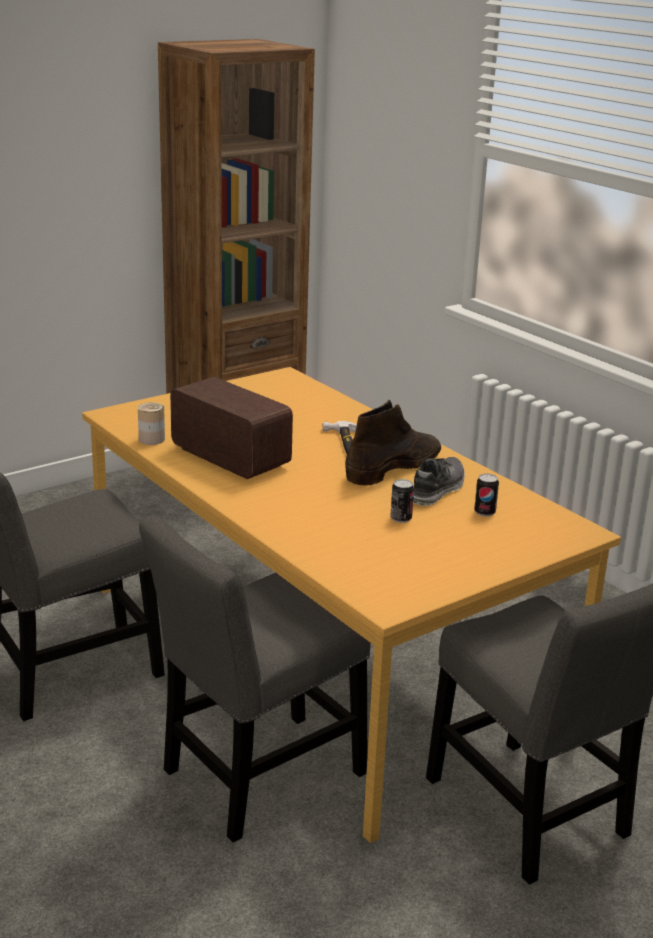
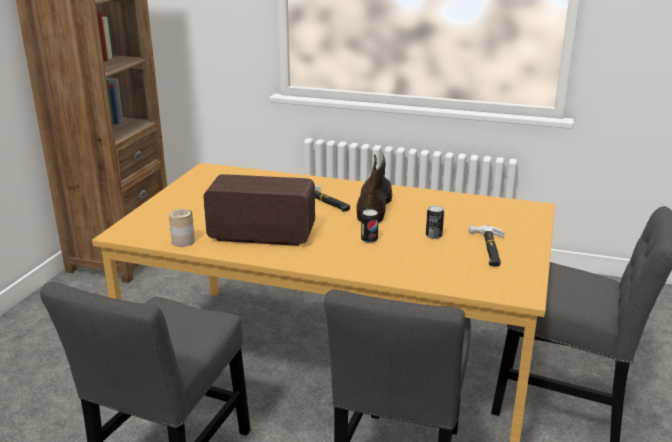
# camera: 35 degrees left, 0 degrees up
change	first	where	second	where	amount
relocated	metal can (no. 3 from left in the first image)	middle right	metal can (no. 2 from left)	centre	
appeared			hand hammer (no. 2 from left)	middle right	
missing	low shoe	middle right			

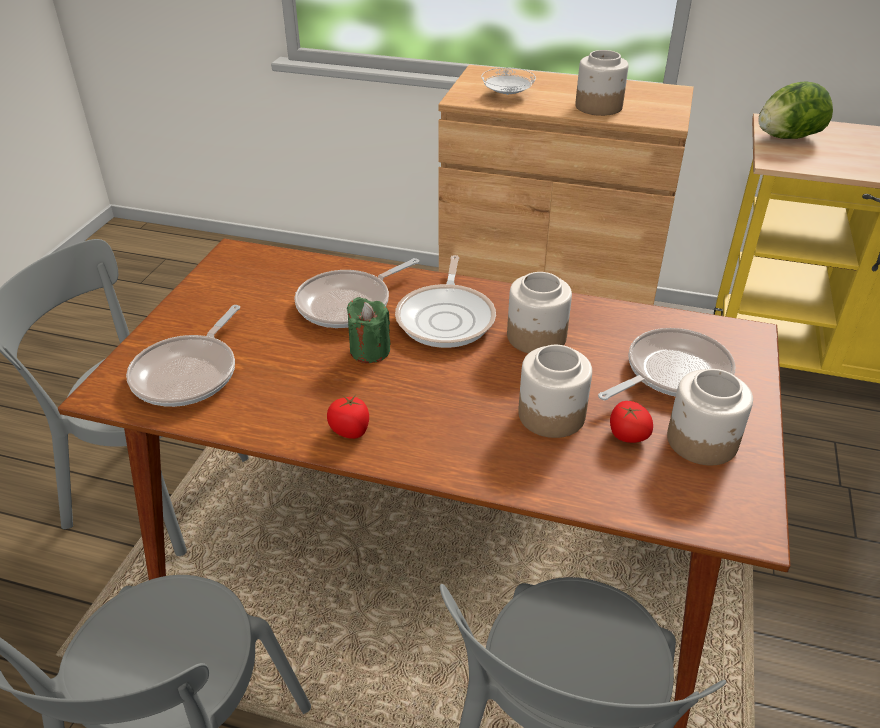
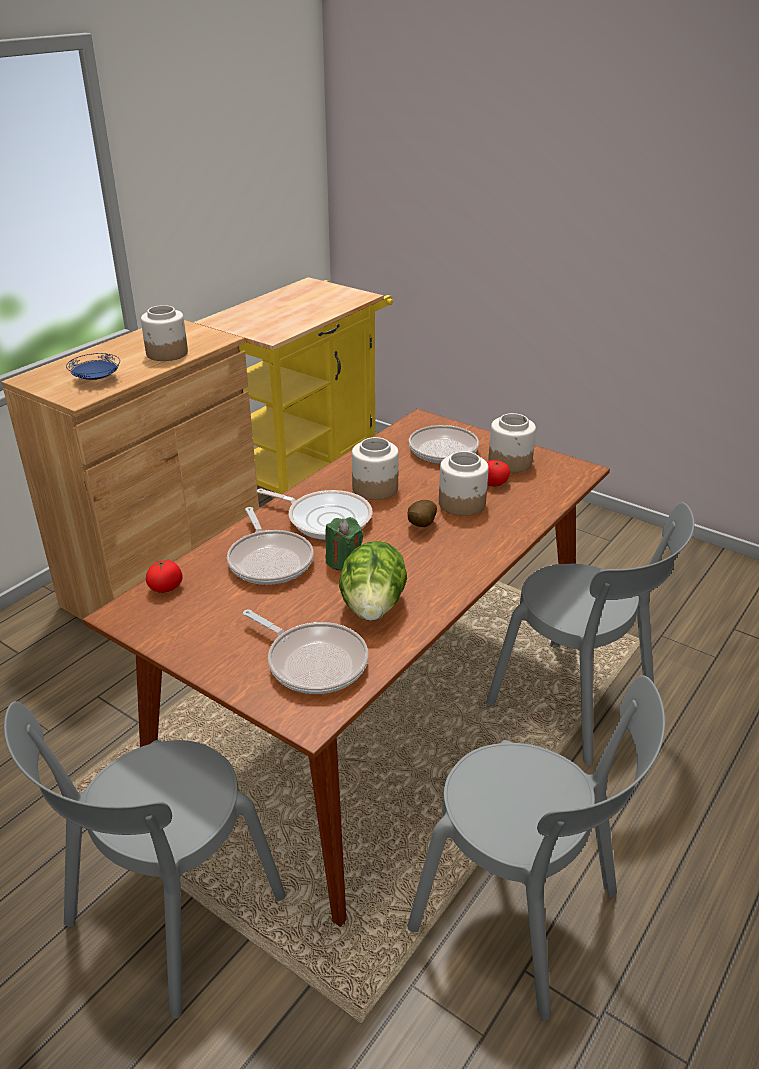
# camera: 70 degrees left, 5 degrees down
change	first	where	second	where	amount
colour	white dinner plate	top centre	bluish dinner plate	middle left	
relocated	fresh tomato (no. 1 from left)	centre		middle left	
relocated	lettuce	top right		centre	
appeared			whole potato	centre	

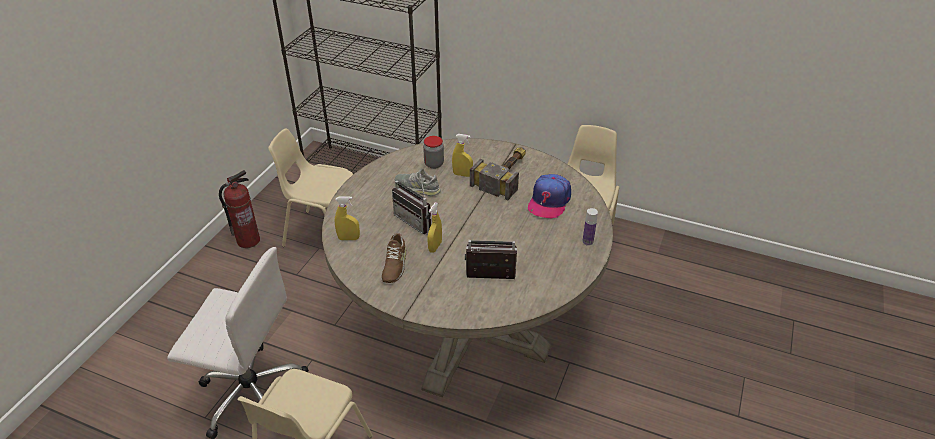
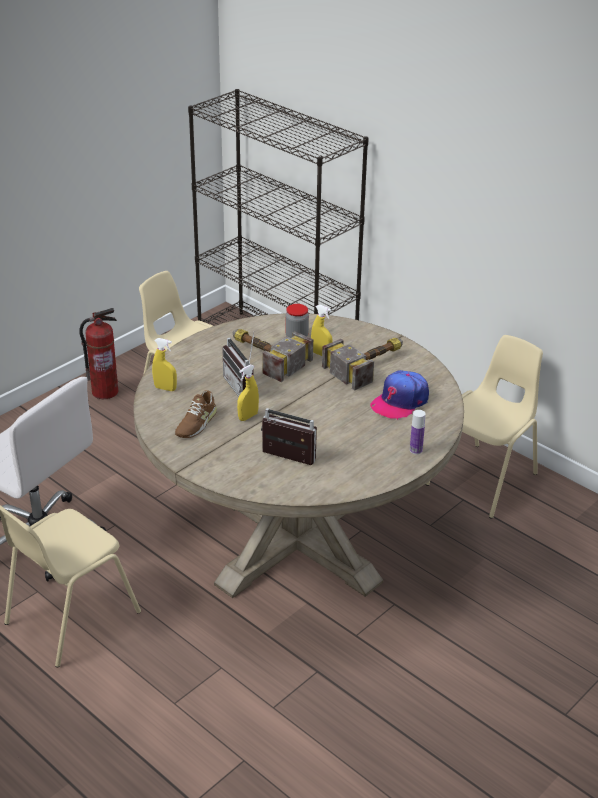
# camera: 20 degrees right, 5 degrees down
change	first	where	second	where	amount
exchanged	gray low shoe	centre	hand hammer (no. 1 from left)	centre	

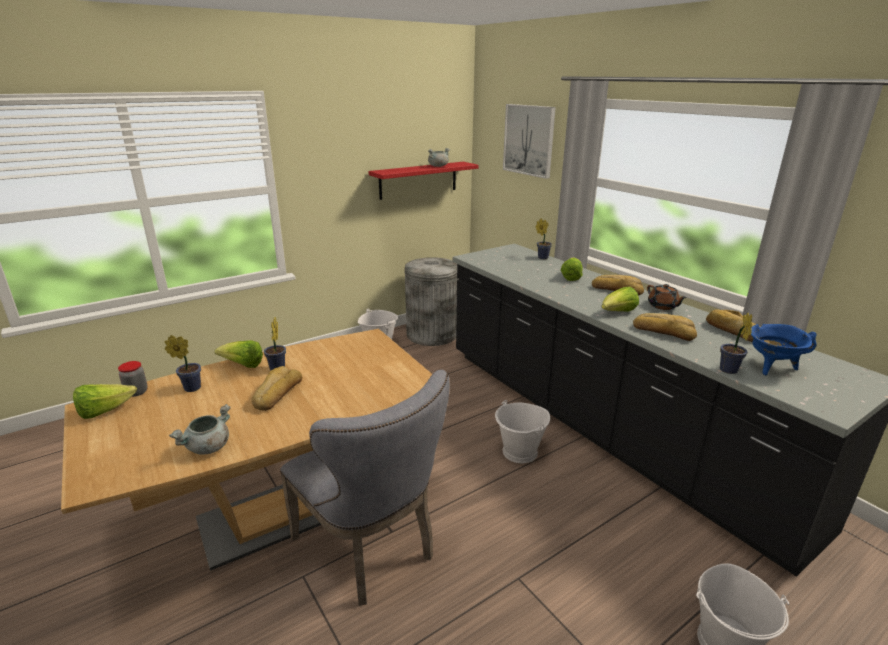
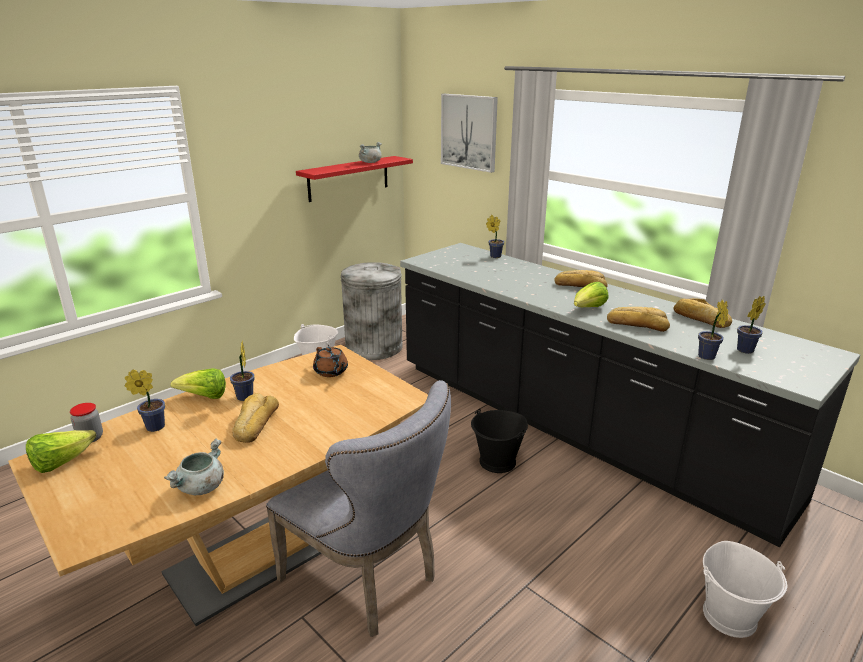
# camera: 10 degrees left, 0 degrees up
change	first	where	second	where	amount
relocated	brownish tea pot	middle right		centre	
colour	white pail (no. 2 from left)	bottom centre	black-coloured pail	centre	
exchanged	bluish cooking pot	middle right	plant in a pot (no. 5 from left)	middle right	
missing	lettuce (no. 3 from left)	centre			

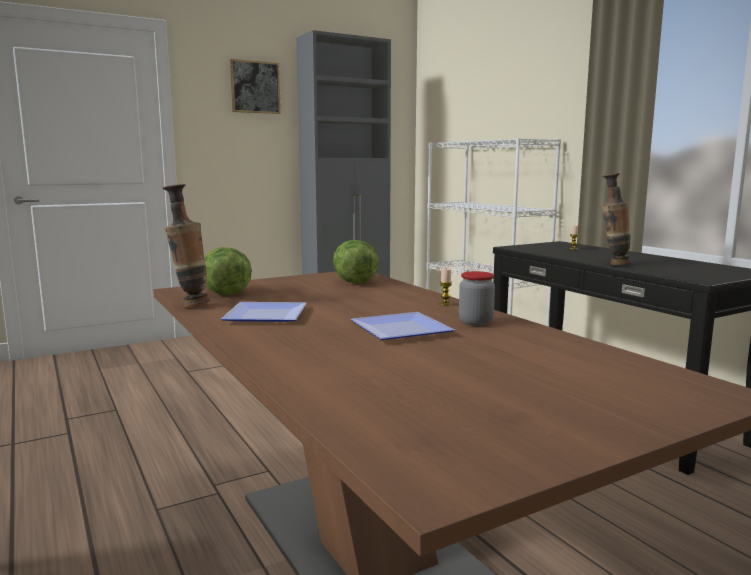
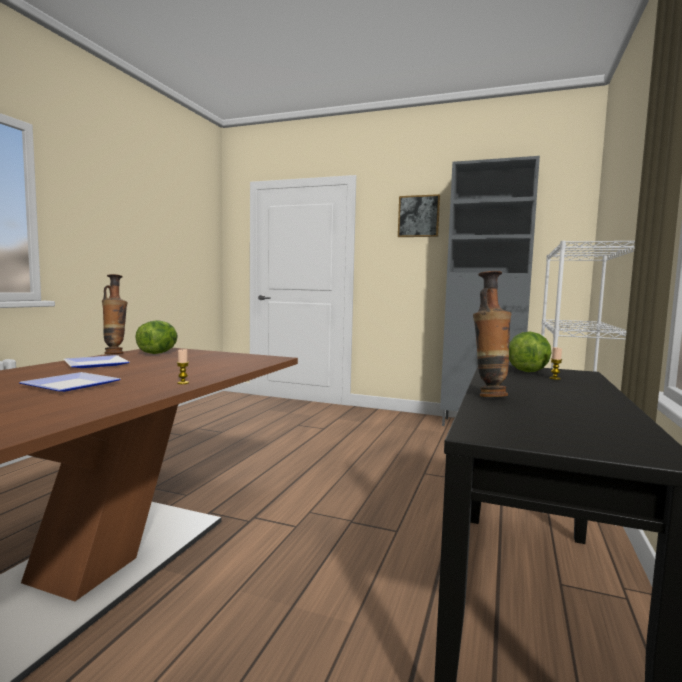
# camera: 50 degrees right, 5 degrees down
change	first	where	second	where	amount
relocated	lettuce (no. 2 from left)	centre		middle right	
missing	storage jar	centre			

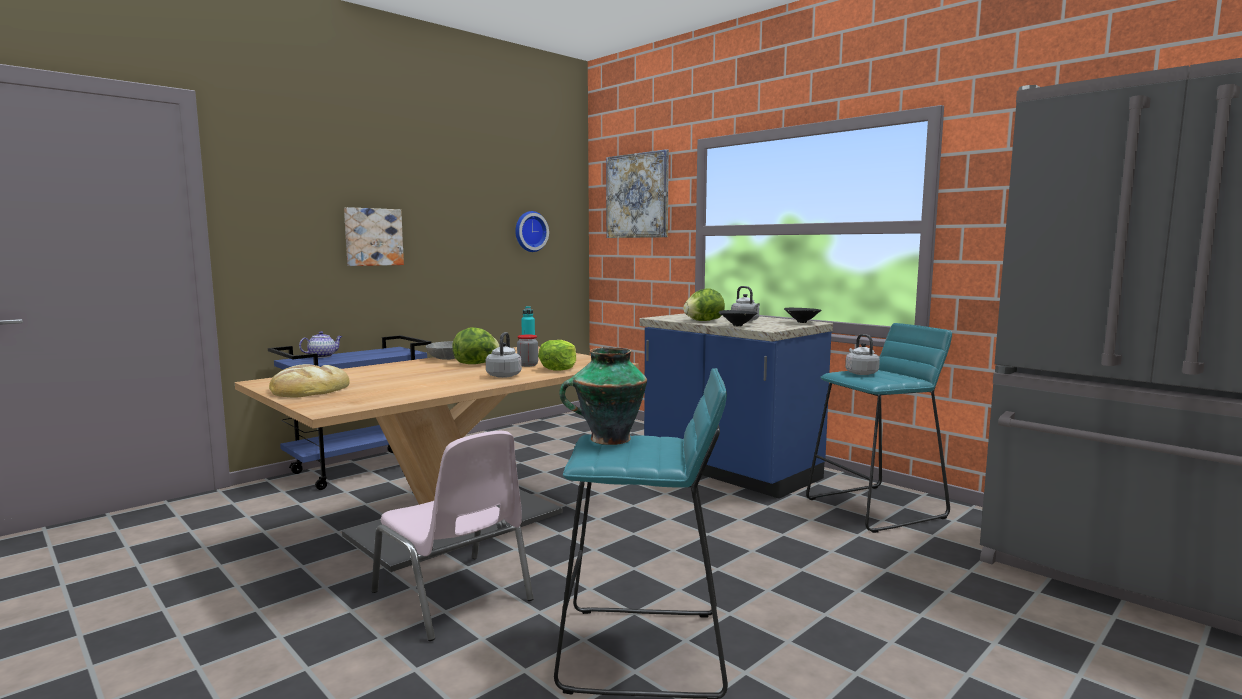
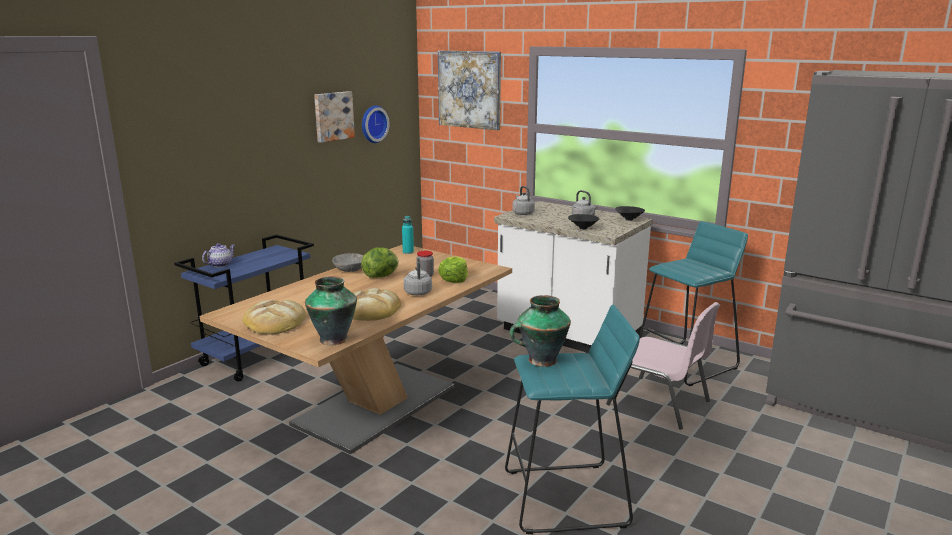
# camera: 10 degrees left, 10 degrees up
change	first	where	second	where	amount
appeared			decorative vase (no. 1 from left)	centre	
relocated	wall art (no. 1 from left)	middle left		top centre	
appeared			bakery bread (no. 2 from left)	centre	
colour	bluish counter	centre	white counter	centre	
relocated	gray water kettle (no. 3 from left in the first image)	middle right	gray water kettle (no. 2 from left)	centre	
relocated	pinkish upright chair	bottom centre		bottom right	
missing	lettuce (no. 3 from left)	centre			

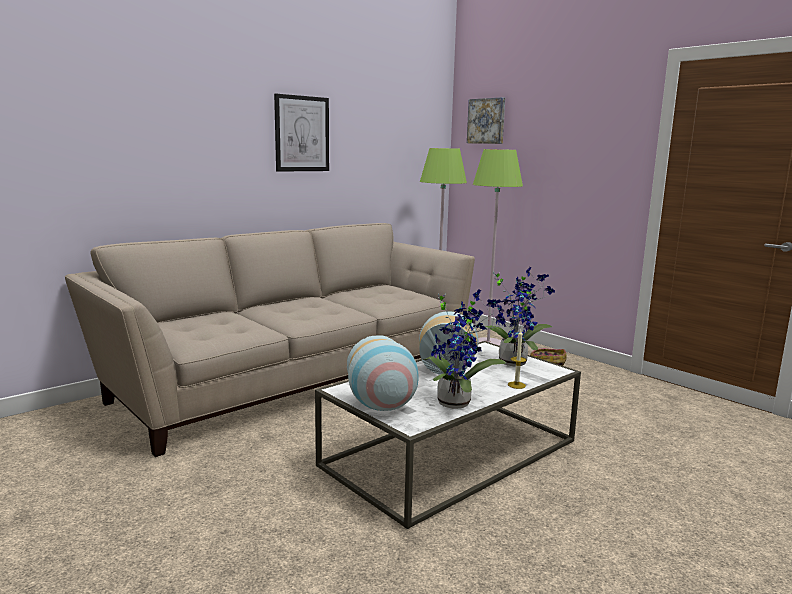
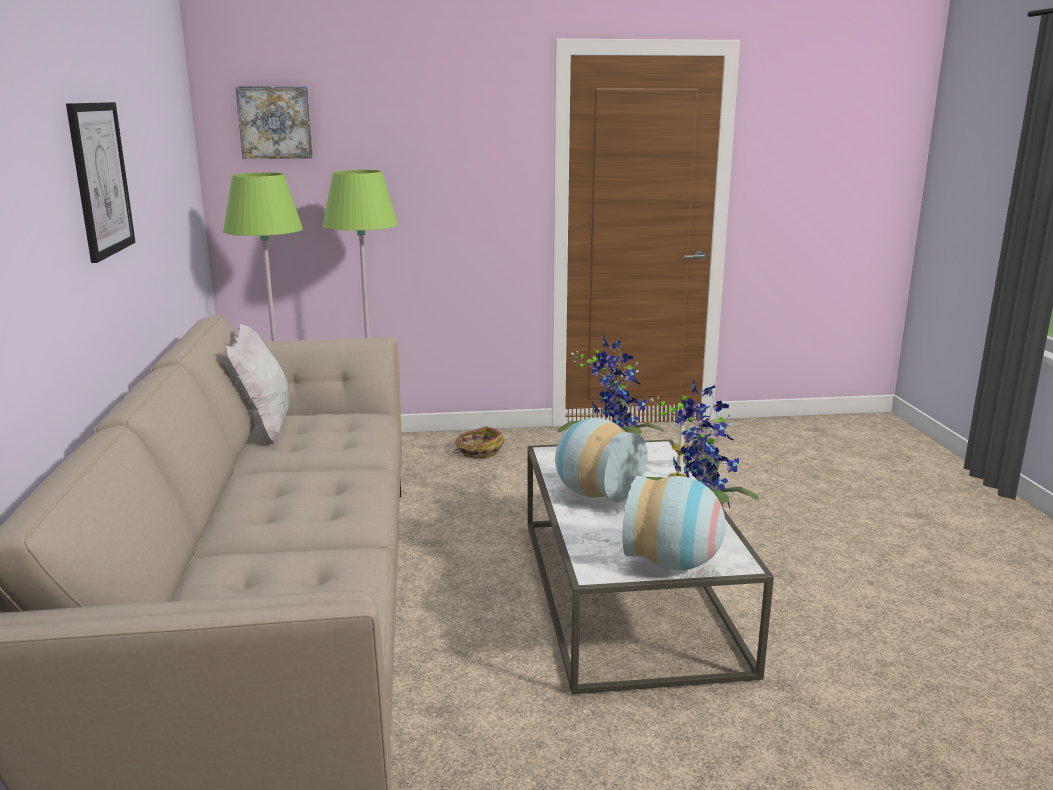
# camera: 55 degrees left, 5 degrees up
change	first	where	second	where	amount
appeared			white throw pillow	middle left	

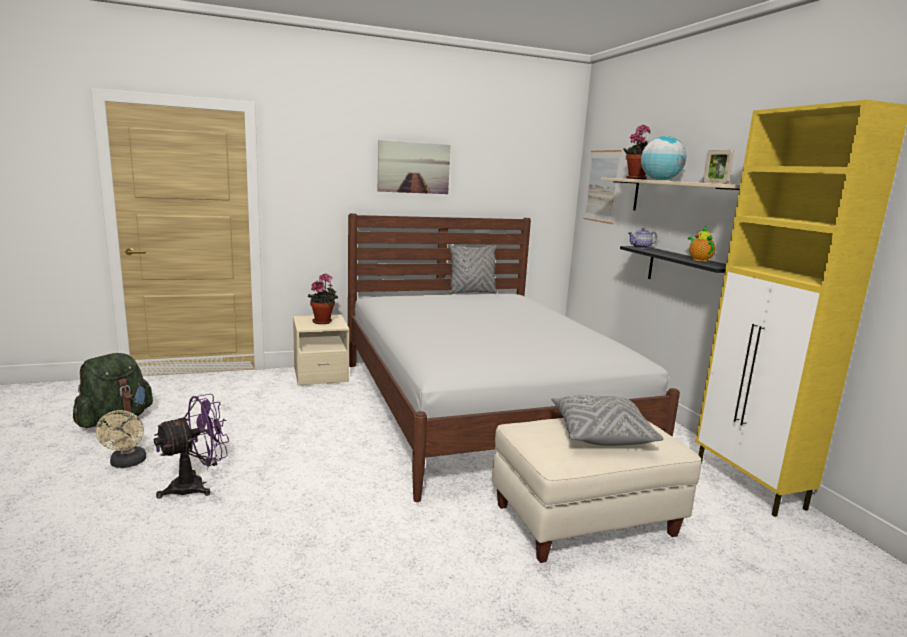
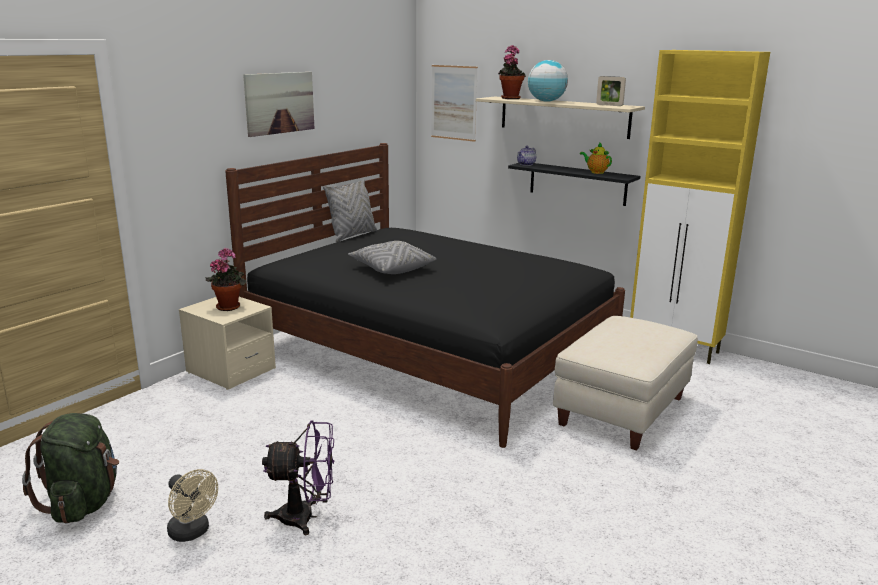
# camera: 35 degrees left, 5 degrees up
change	first	where	second	where	amount
colour	white bedroom bed	centre	black-coloured bedroom bed	centre	
spun	purple-coloured electric fan	bottom left		bottom centre	75 degrees clockwise
relocated	gray throw pillow (no. 2 from left)	middle right		centre	

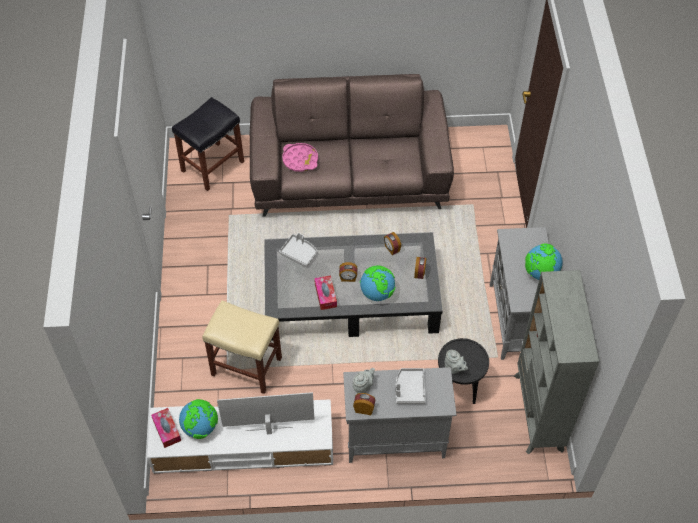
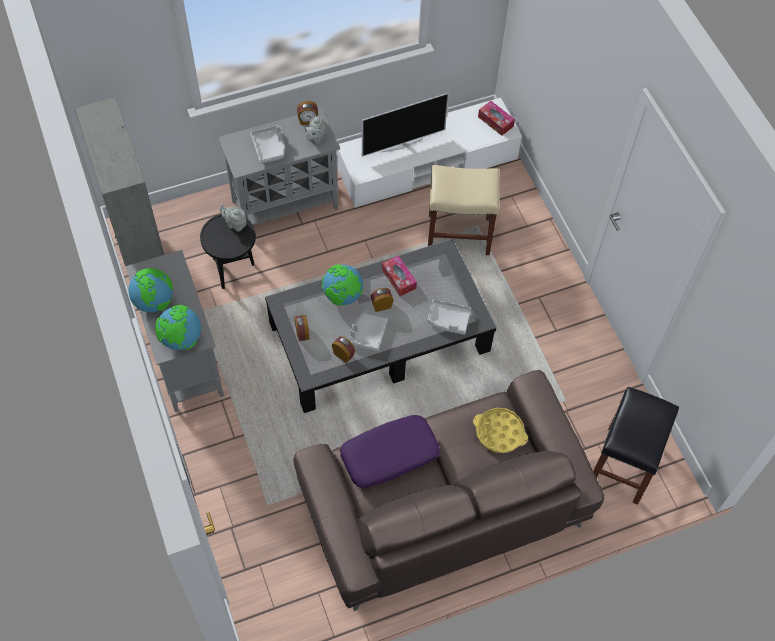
# camera: 160 degrees right, 5 degrees up
change	first	where	second	where	amount
relocated	globe (no. 1 from left in the first image)	bottom left	globe (no. 2 from left)	middle left	
appeared			purple-coloured throw pillow	bottom centre	
appeared			gray tray (no. 2 from left)	centre	
colour	pinkish tray	top centre	yellow-coloured tray	bottom centre	

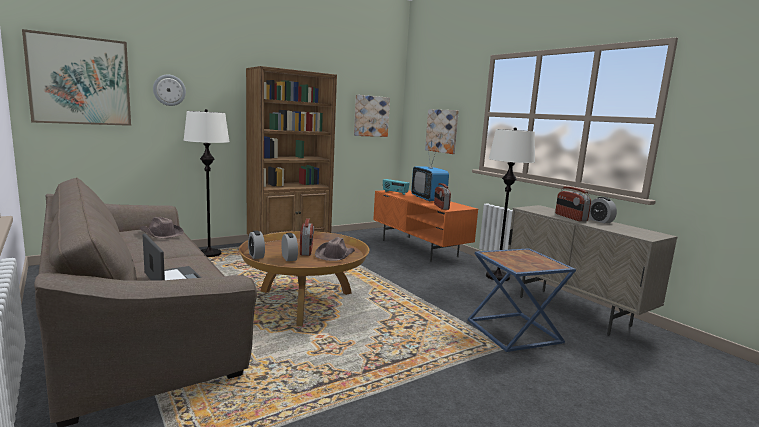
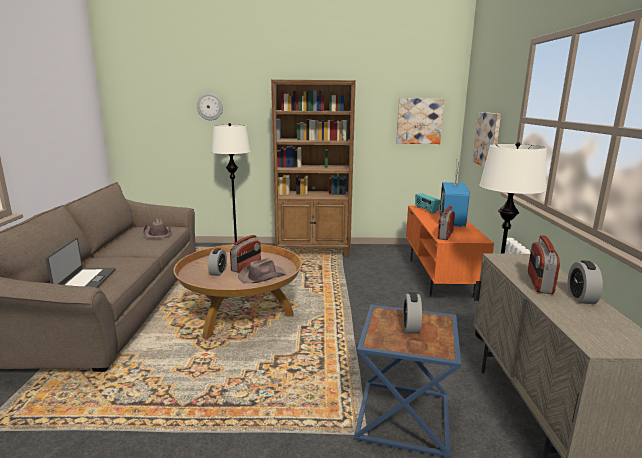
# camera: 35 degrees right, 5 degrees up
change	first	where	second	where	amount
relocated	table clock (no. 1 from left in the first image)	centre	table clock (no. 2 from left)	bottom centre	
missing	wall art (no. 1 from left)	top left			

